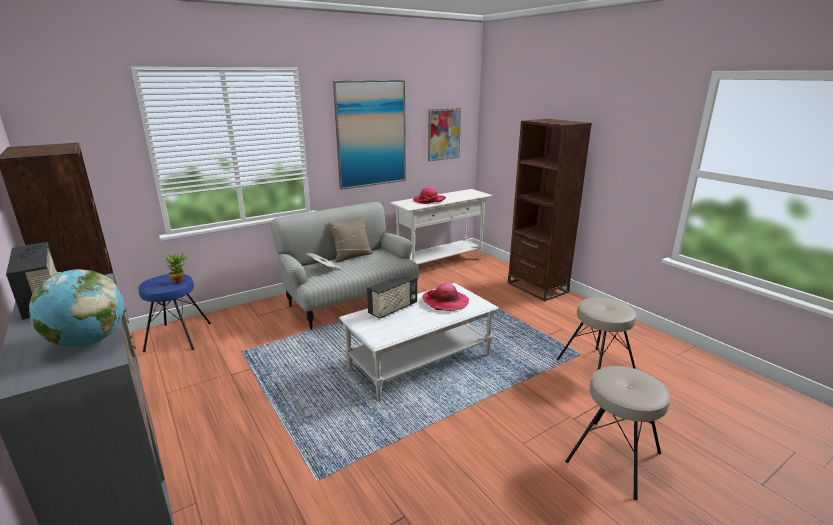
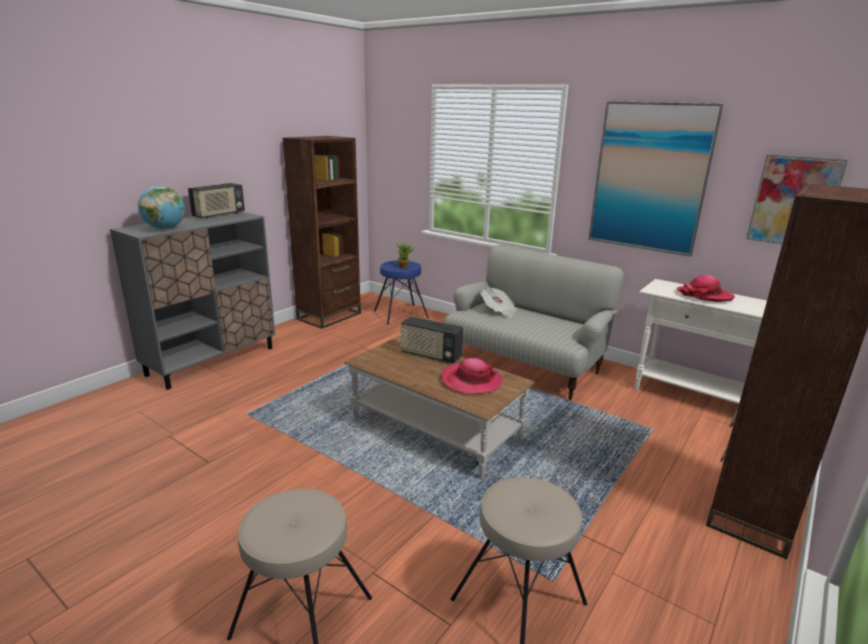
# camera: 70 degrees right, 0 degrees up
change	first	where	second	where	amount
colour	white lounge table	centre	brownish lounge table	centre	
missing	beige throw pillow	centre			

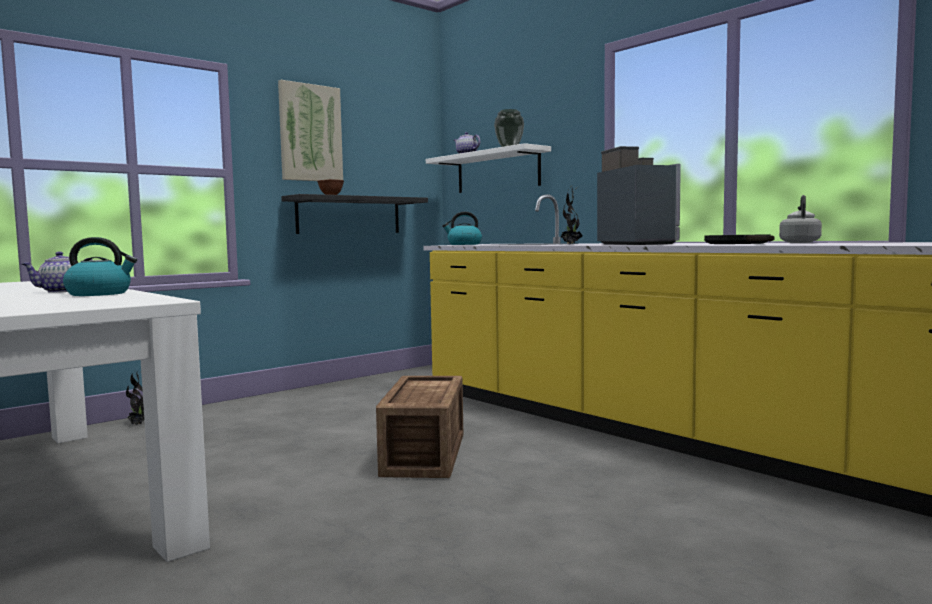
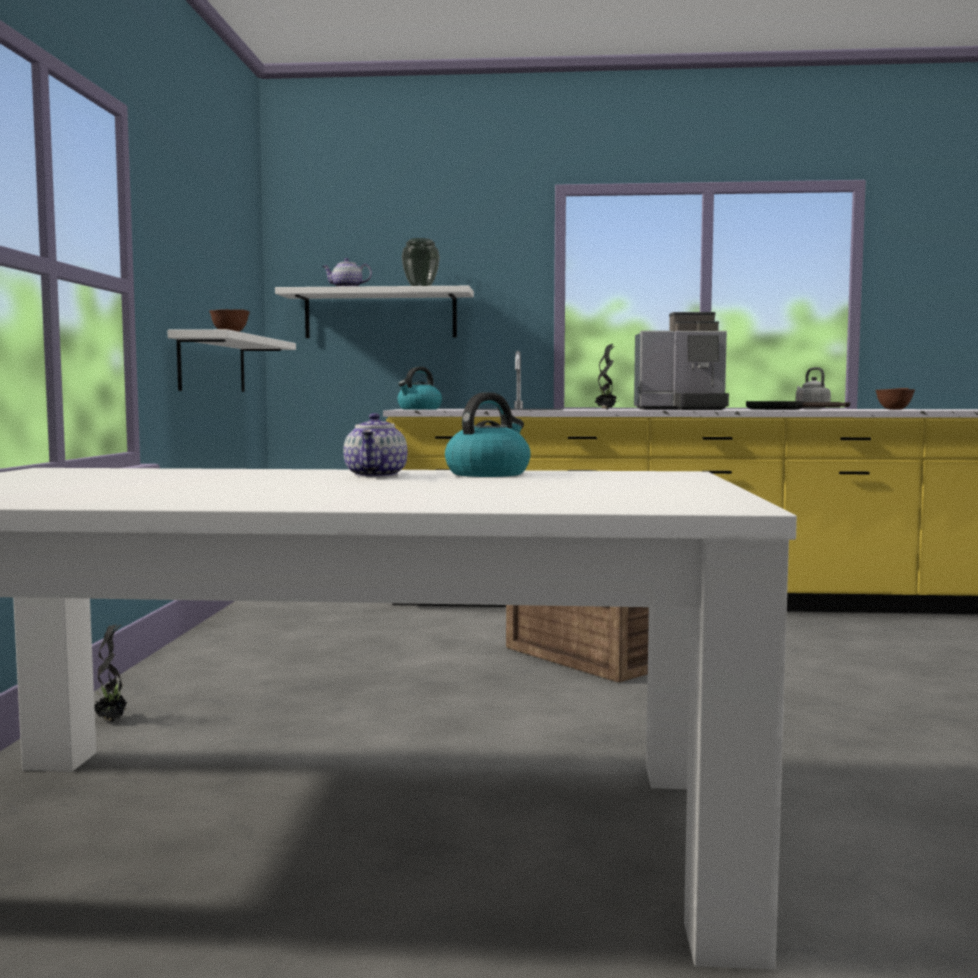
# camera: 45 degrees left, 0 degrees up
change	first	where	second	where	amount
colour	black-coloured shelf	centre	white shelf (no. 1 from left)	middle left	
spun	coffee brewer	top right		middle right	150 degrees clockwise
appeared			brownish deep dish (no. 2 from left)	middle right	
missing	wall art	top left			

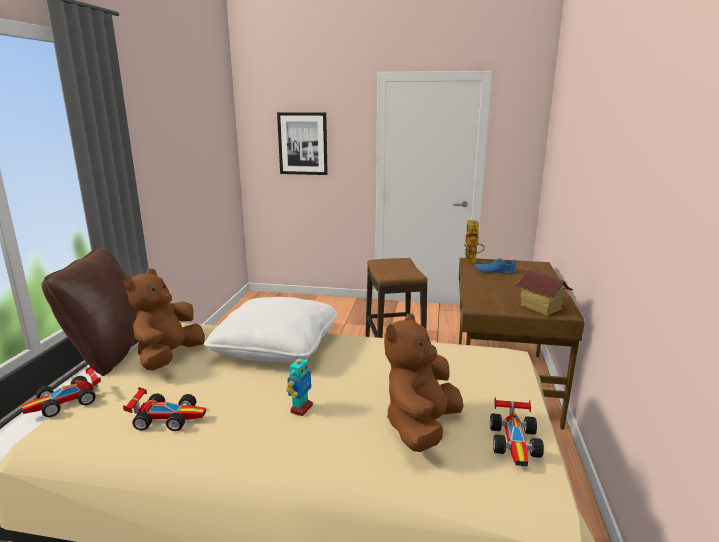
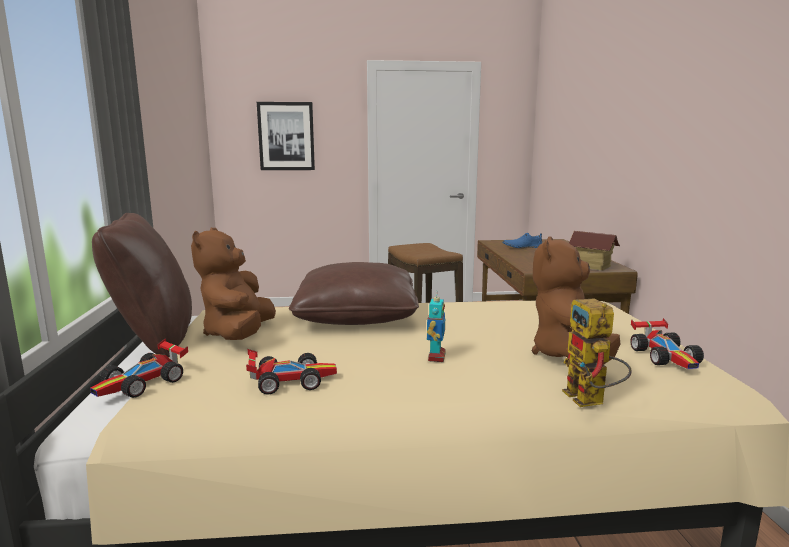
# camera: 15 degrees left, 5 degrees down
change	first	where	second	where	amount
colour	white throw pillow	centre	brownish throw pillow (no. 2 from left)	centre	
relocated	robot figure (no. 2 from left)	centre		middle right	

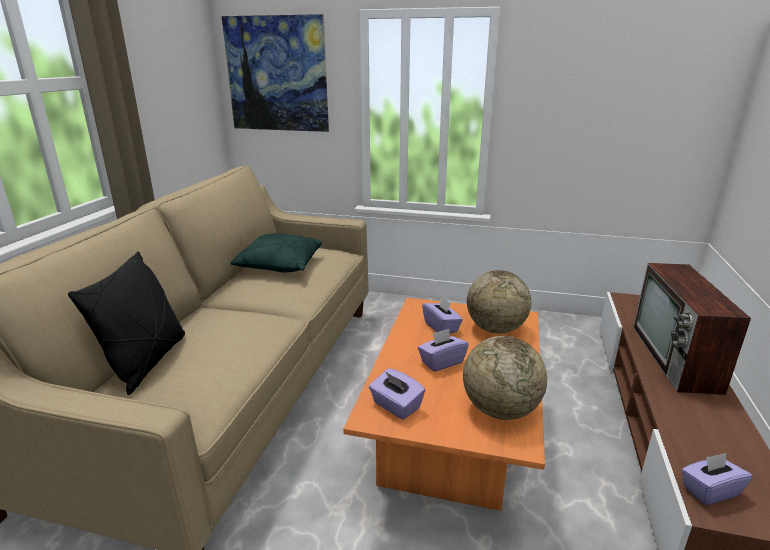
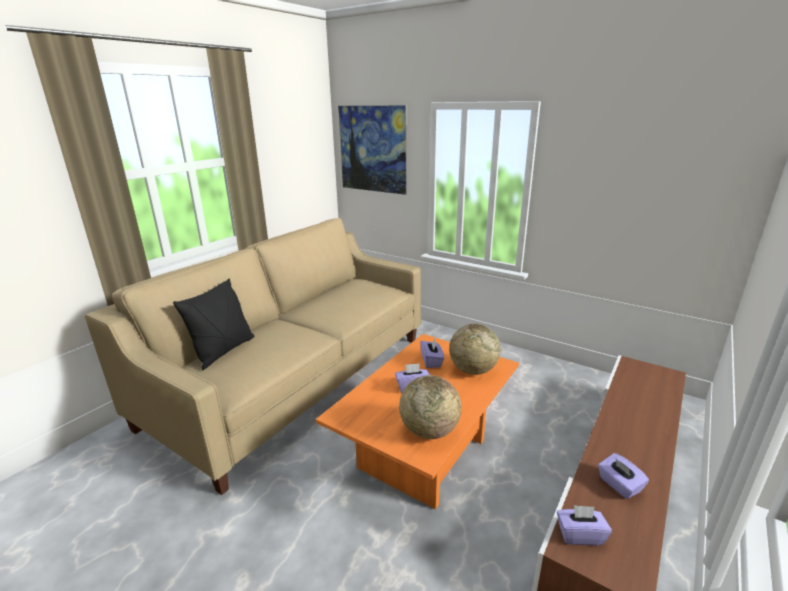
# camera: 20 degrees right, 0 degrees up
change	first	where	second	where	amount
relocated	purple-coloured tissue box (no. 1 from left in the first image)	bottom centre	purple-coloured tissue box (no. 4 from left)	bottom right	
missing	greenish throw pillow	centre			
missing	TV set	middle right			

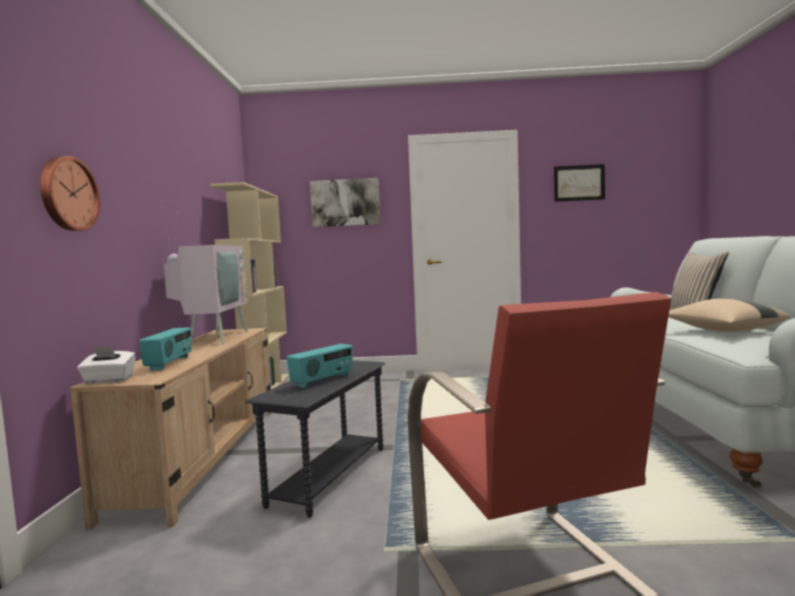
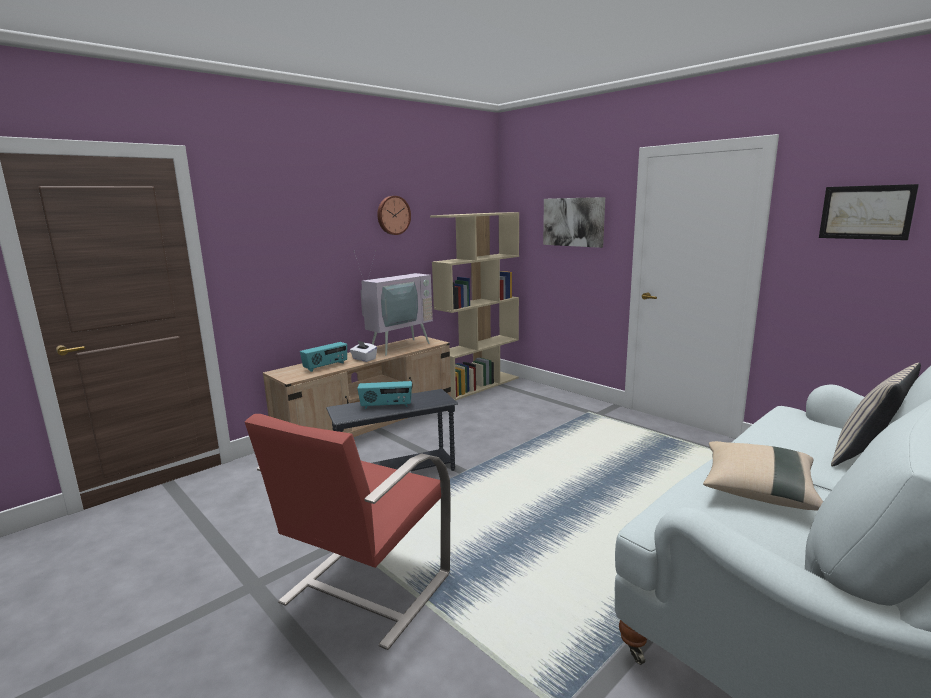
# camera: 45 degrees right, 10 degrees up
change	first	where	second	where	amount
relocated	white tissue box	middle left		centre	
relocated	clock on the wall	top left		top centre	

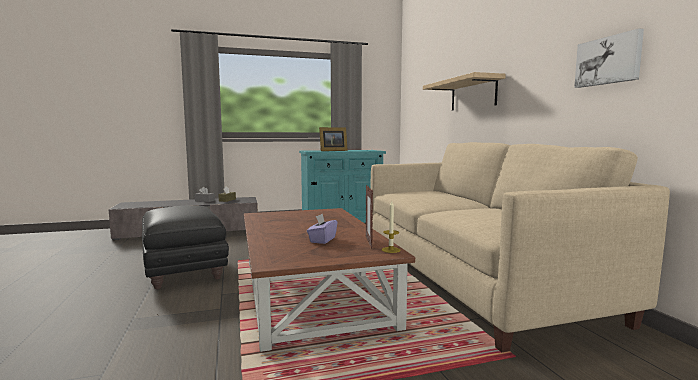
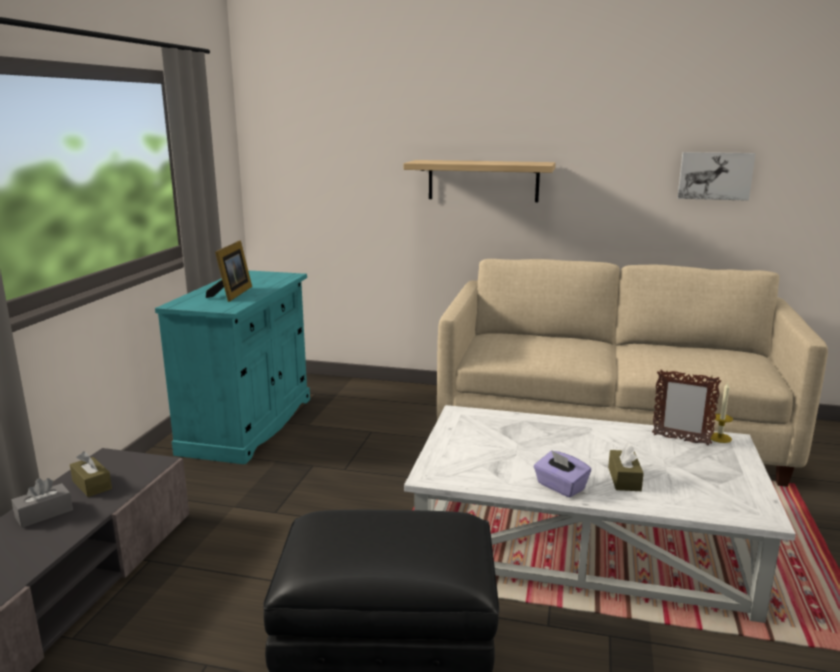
# camera: 60 degrees left, 10 degrees up
change	first	where	second	where	amount
colour	brownish lounge table	bottom centre	white lounge table	bottom right	
relocated	purple-coloured tissue box	centre		bottom right	
appeared			brownish tissue box (no. 2 from left)	bottom right	

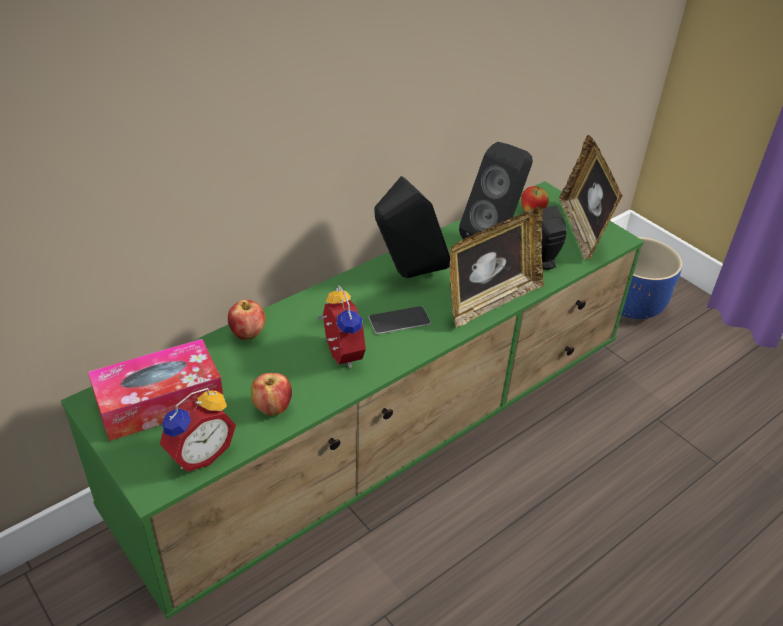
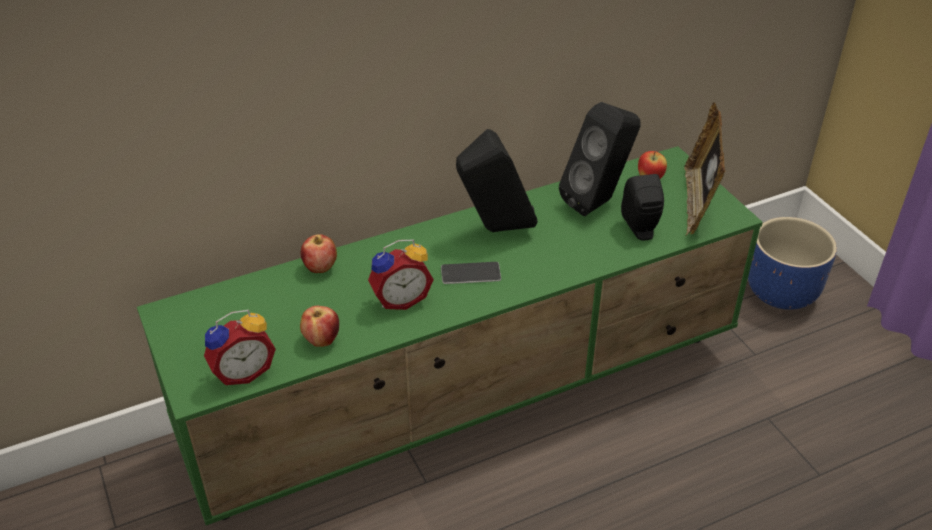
# camera: 15 degrees right, 0 degrees up
change	first	where	second	where	amount
spun	table clock (no. 2 from left)	centre		centre	75 degrees clockwise
missing	tissue box	middle left			
missing	picture frame (no. 1 from left)	centre			

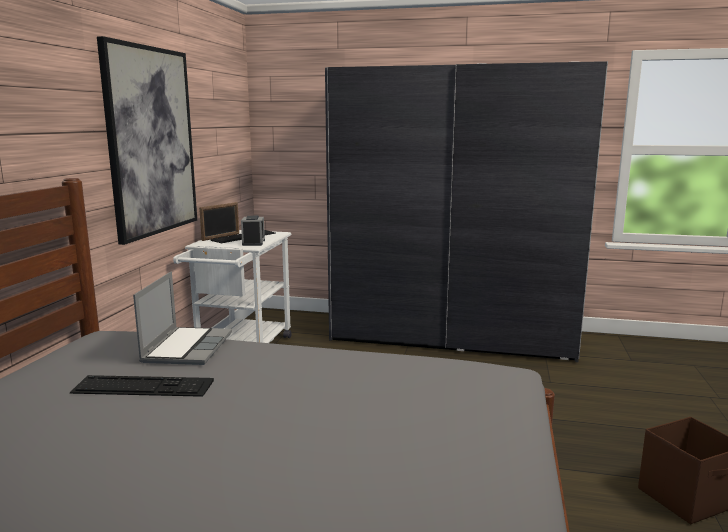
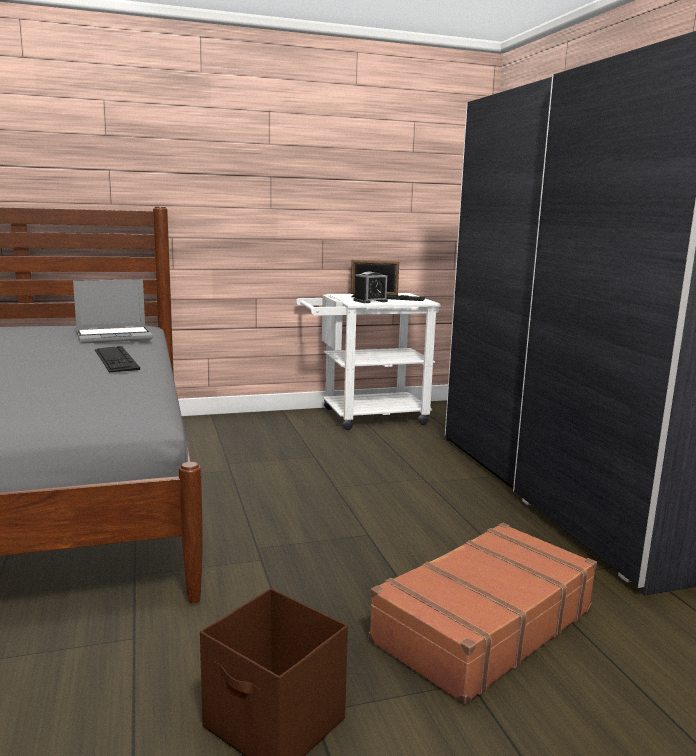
# camera: 60 degrees right, 0 degrees up
change	first	where	second	where	amount
relocated	keyboard (no. 1 from left)	bottom left		middle left	
appeared			brownish piece of luggage	bottom right	
missing	wall art	top left			

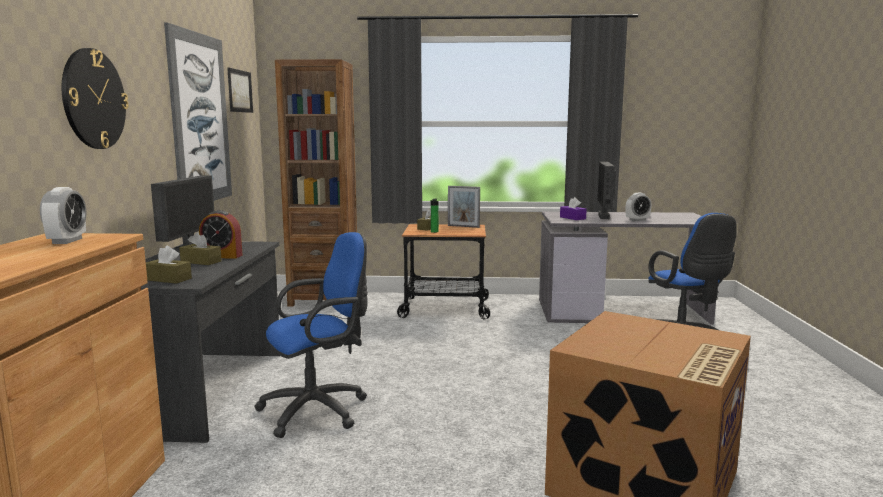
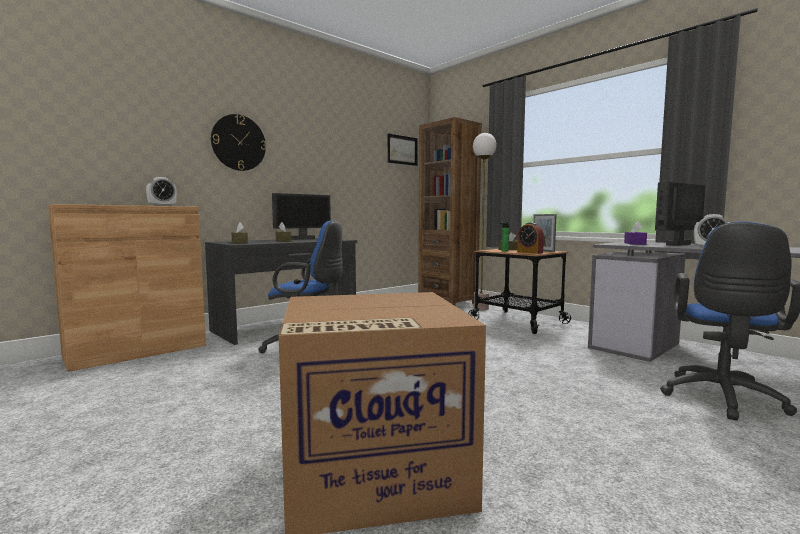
# camera: 45 degrees right, 5 degrees down
change	first	where	second	where	amount
appeared			standing lamp	centre	
relocated	table clock (no. 2 from left)	middle left		centre	
missing	wall art (no. 1 from left)	top left			

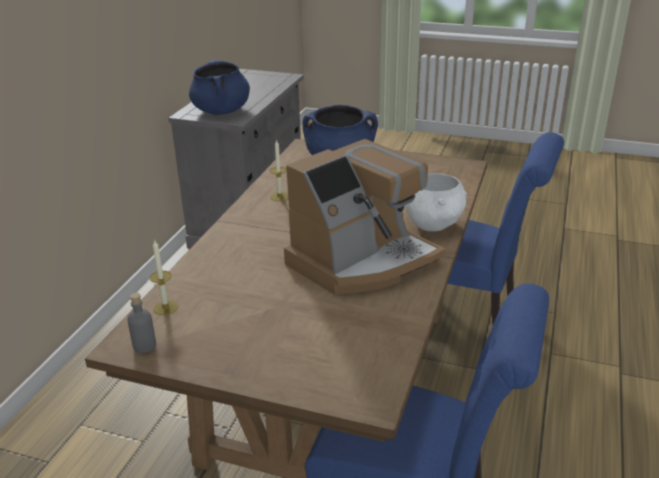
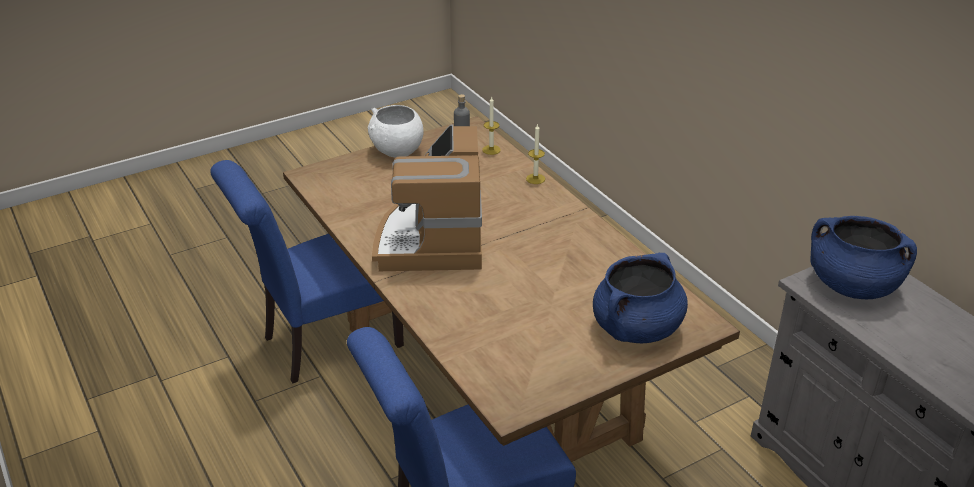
# camera: 130 degrees right, 5 degrees up
change	first	where	second	where	amount
relocated	white deep dish	centre		top centre	
relocated	wax light (no. 2 from left)	centre		top centre	

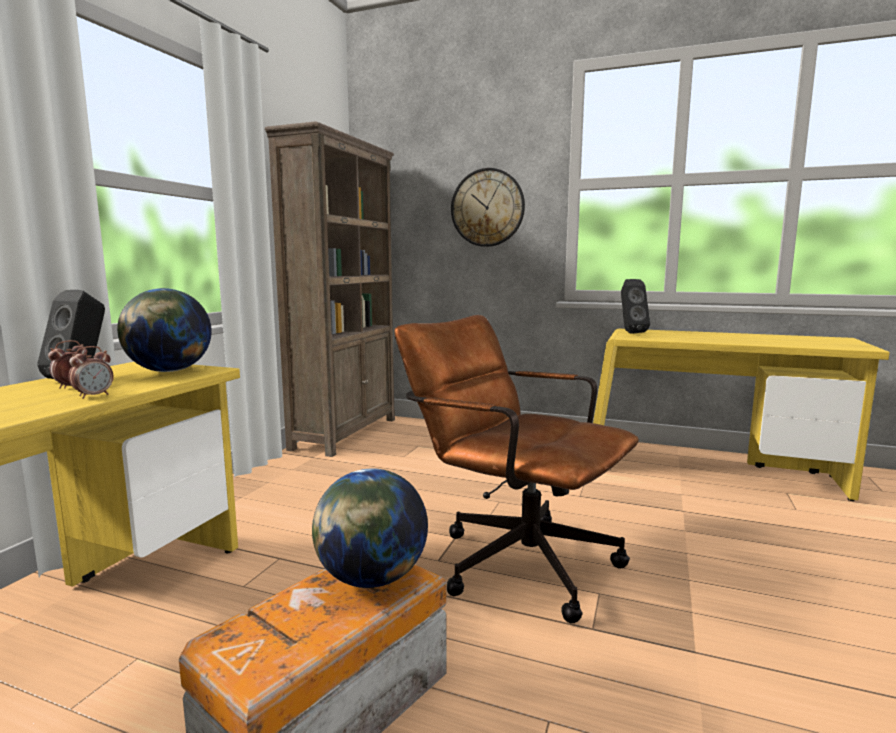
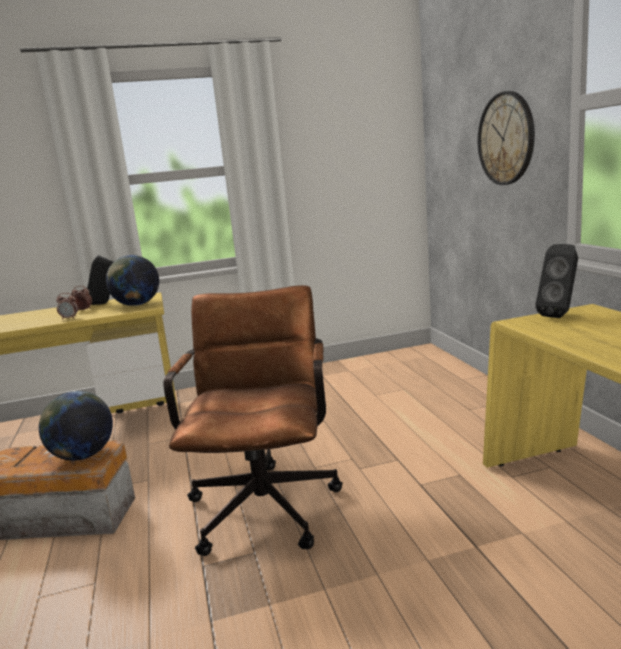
# camera: 55 degrees right, 5 degrees up
change	first	where	second	where	amount
missing	brownish bookshelf	centre			

